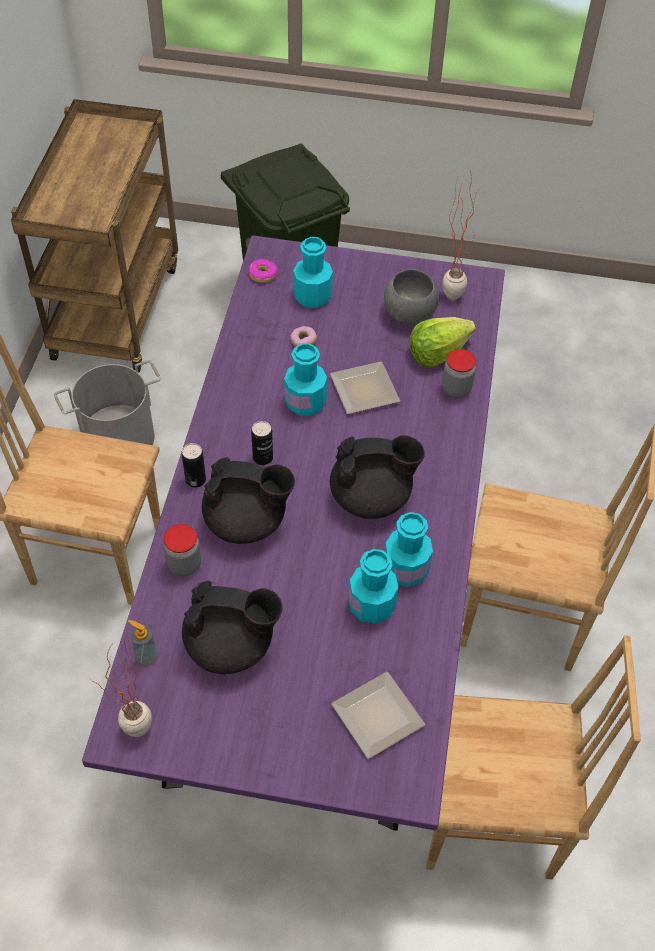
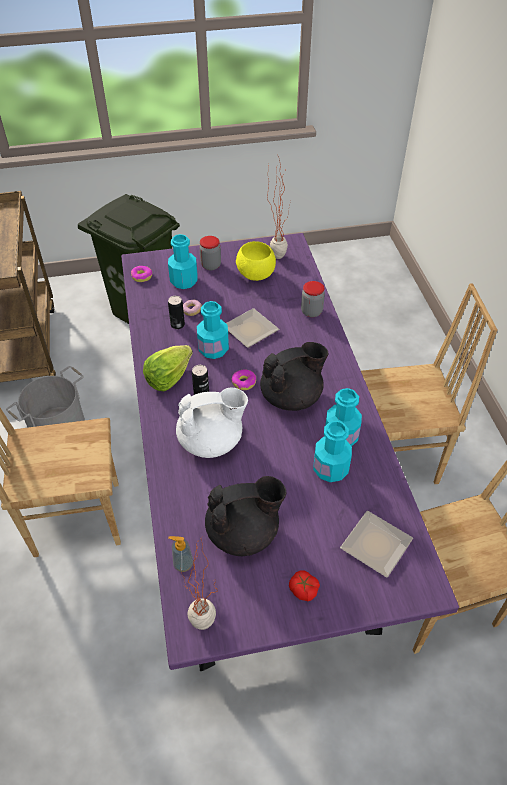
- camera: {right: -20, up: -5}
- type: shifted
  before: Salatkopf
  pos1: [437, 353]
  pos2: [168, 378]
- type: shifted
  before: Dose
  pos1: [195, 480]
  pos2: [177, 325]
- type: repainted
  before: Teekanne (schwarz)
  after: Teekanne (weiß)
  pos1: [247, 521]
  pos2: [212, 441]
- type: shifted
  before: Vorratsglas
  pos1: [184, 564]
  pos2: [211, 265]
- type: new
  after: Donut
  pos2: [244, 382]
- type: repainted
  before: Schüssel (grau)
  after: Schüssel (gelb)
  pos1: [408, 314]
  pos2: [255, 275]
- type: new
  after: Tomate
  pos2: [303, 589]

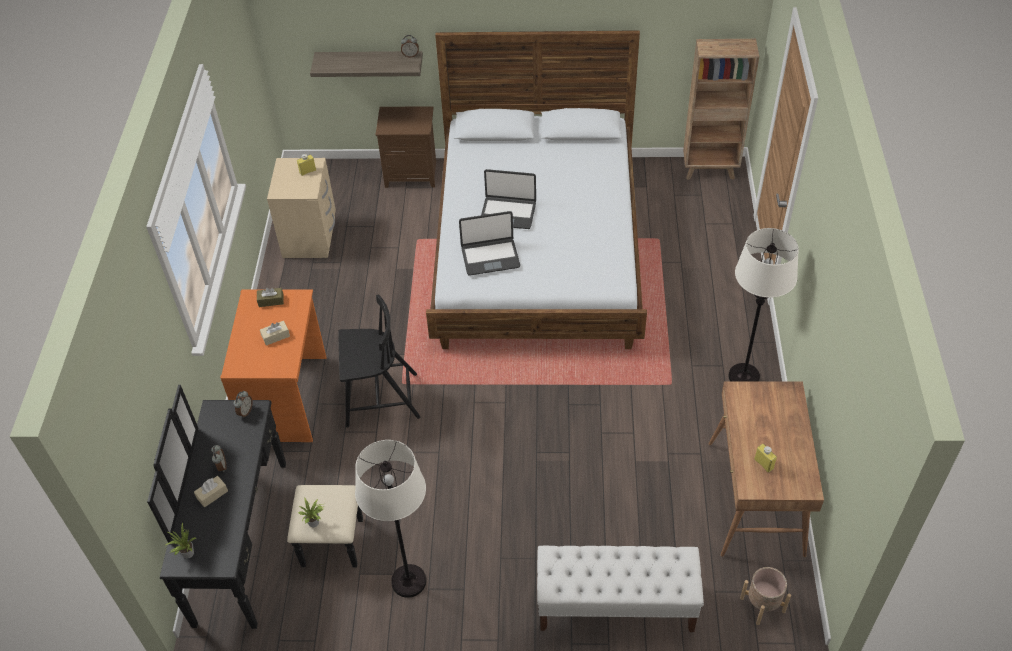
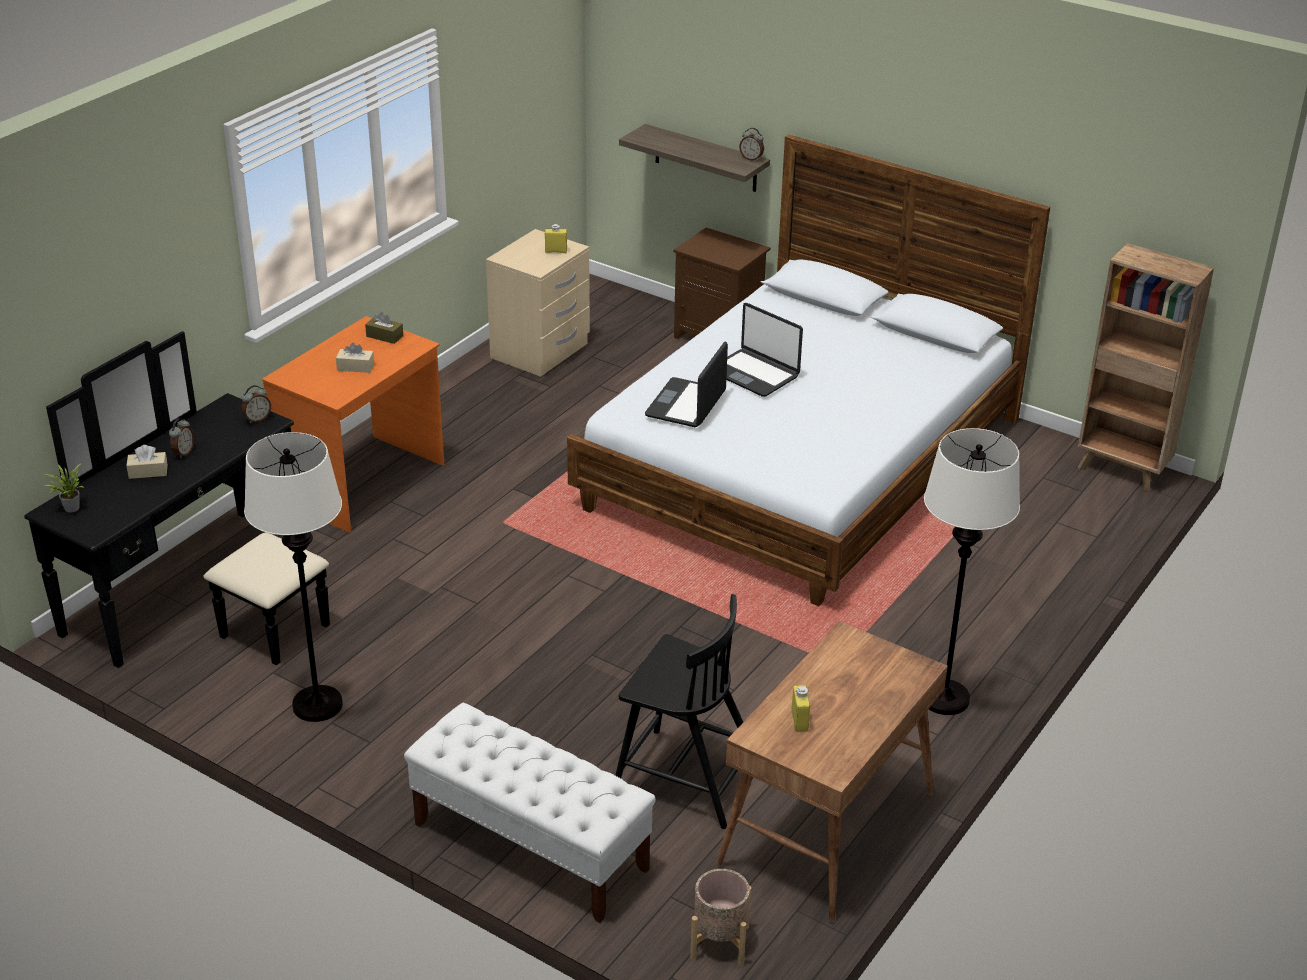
- camera: {right: 30, up: -15}
- type: shifted
  before: Stuhl (schwarz)
  pos1: [379, 399]
  pos2: [685, 778]
- type: rotated
  before: Laptop
  pos1: [490, 257]
  pos2: [686, 404]
  turn: 90
- type: gone
  before: Topfpflanze
  pos1: [315, 523]

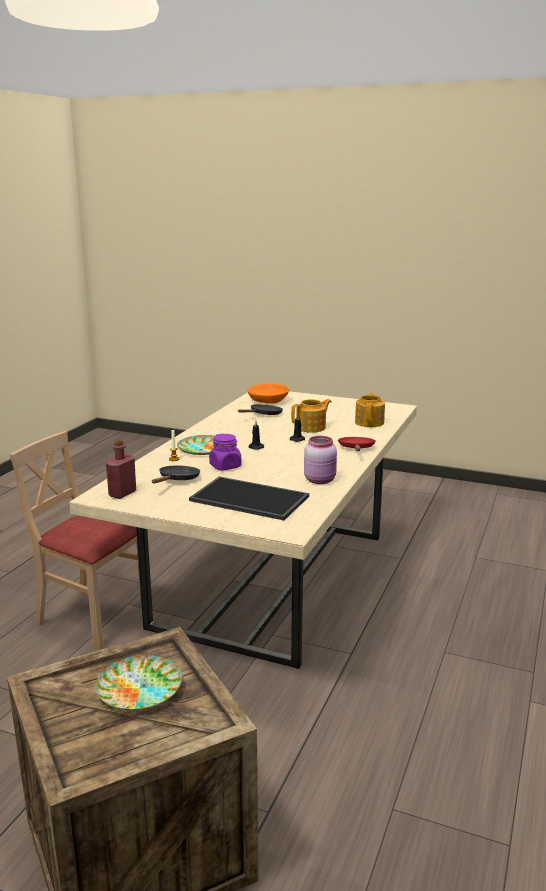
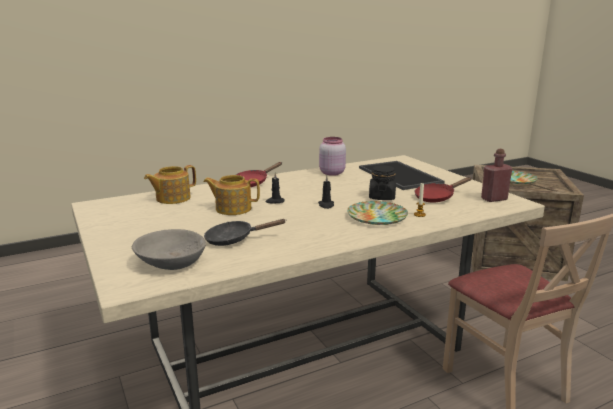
- camera: {right: -140, up: 0}
- type: repainted
  before: Schüssel (orange)
  after: Schüssel (grau)
  pos1: [268, 401]
  pos2: [171, 262]
- type: repainted
  before: Vorratsglas (lila)
  after: Vorratsglas (schwarz)
  pos1: [225, 466]
  pos2: [382, 197]
- type: repainted
  before: Pfanne (schwarz)
  after: Pfanne (rot)
  pos1: [177, 480]
  pos2: [437, 197]

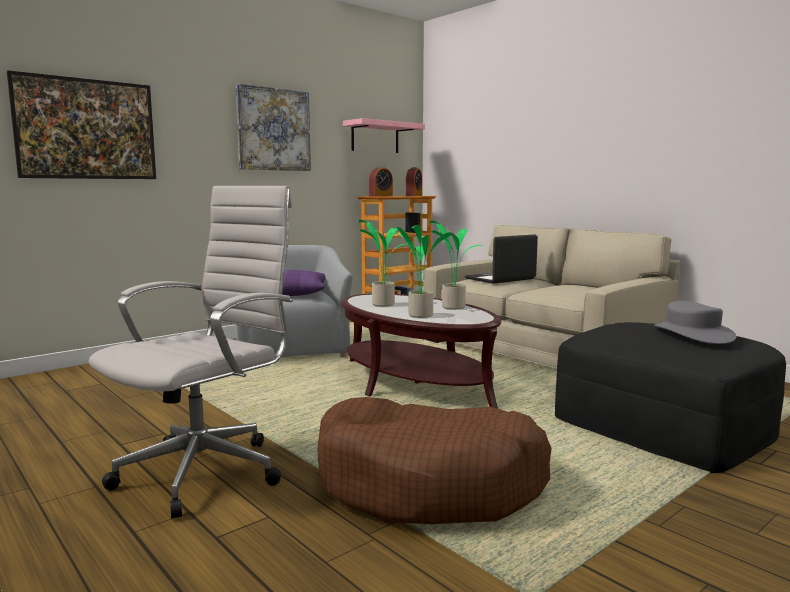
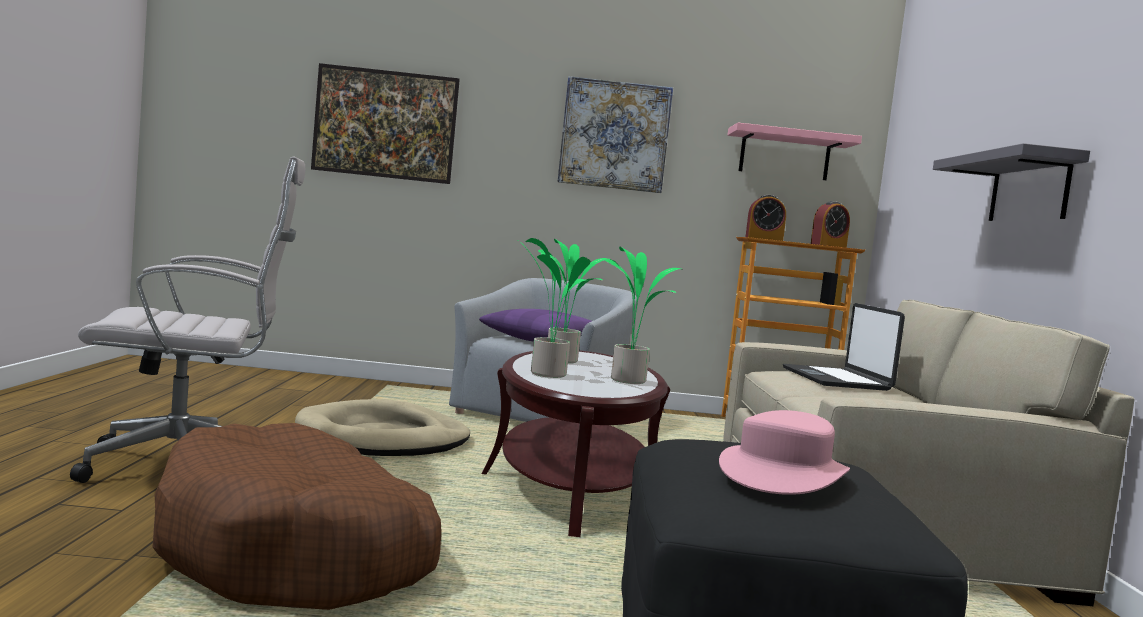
- camera: {right: 40, up: -5}
- type: new
  after: Hundebett (beige)
  pos2: [383, 438]
- type: repainted
  before: Hut (grau)
  after: Hut (rosa)
  pos1: [692, 334]
  pos2: [783, 474]
- type: rotated
  before: Laptop
  pos1: [500, 279]
  pos2: [837, 379]
  turn: -105
- type: new
  after: Wandregal (grau)
  pos2: [1029, 189]

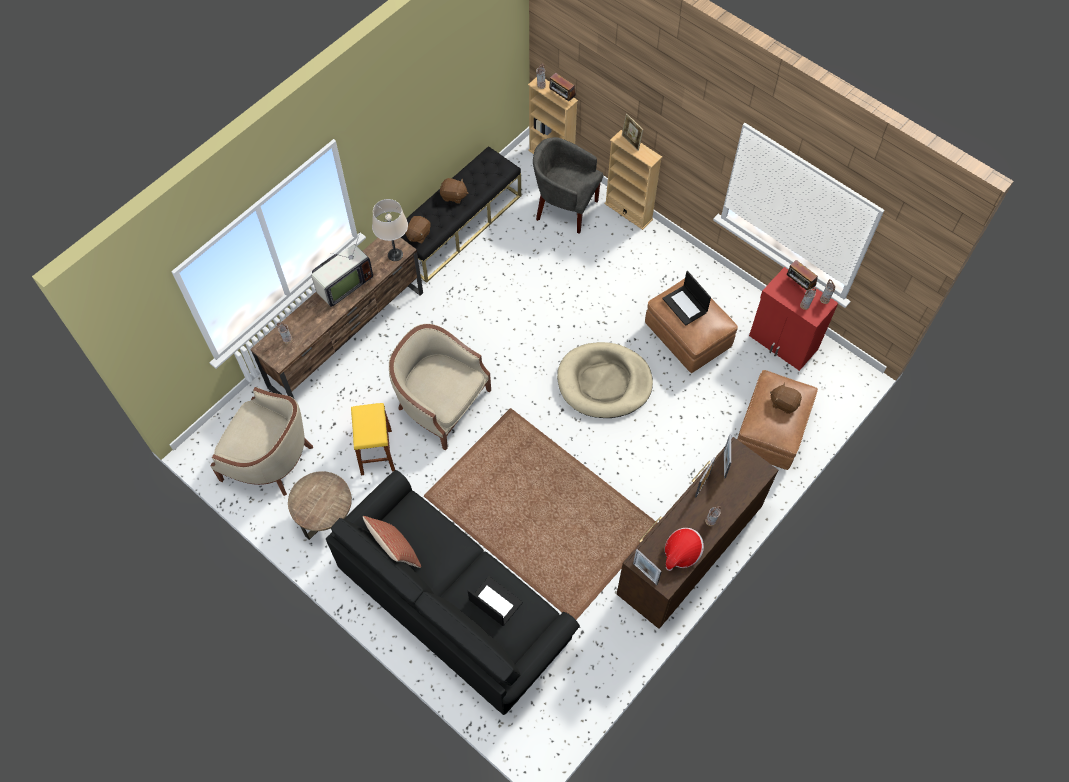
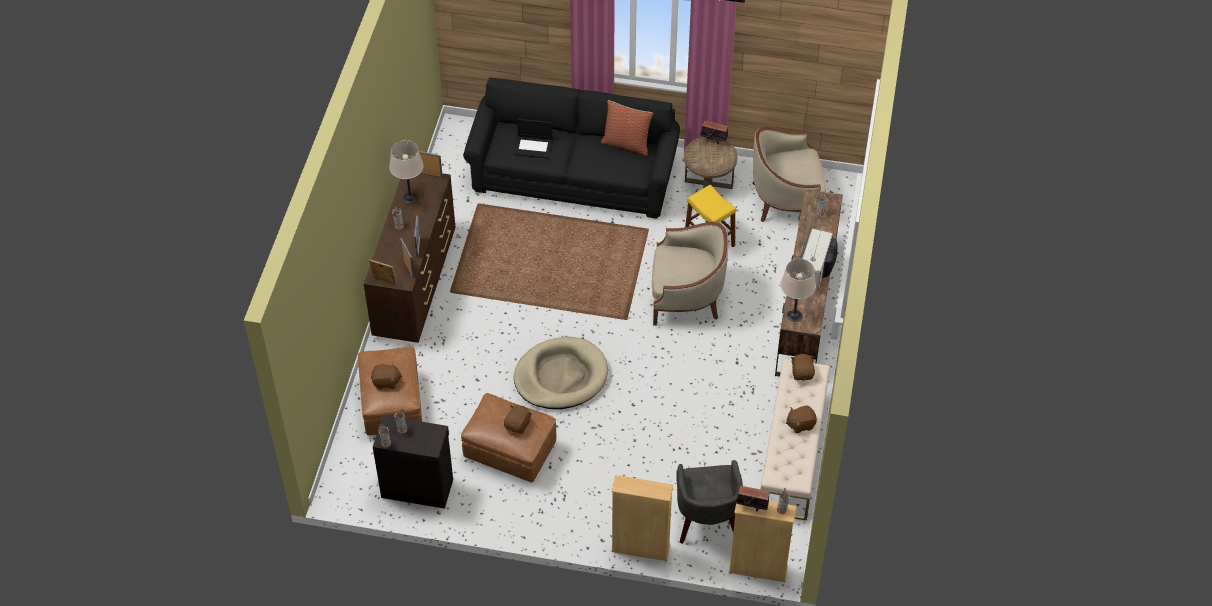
- camera: {right: 150, up: -10}
- type: shifted
  before: Bilderrahmen
  pos1: [631, 142]
  pos2: [384, 281]
- type: repainted
  before: Schrank (rot)
  after: Schrank (schwarz)
  pos1: [783, 343]
  pos2: [417, 487]
- type: swapped
  before: Hut
  after: Tischlampe (beige)
  pos1: [681, 553]
  pos2: [410, 198]
- type: swapped
  before: Laptop
  after: Plüschtier (braun)
  pos1: [685, 305]
  pos2: [518, 425]
- type: rotated
  before: Sessel (grau)
  pos1: [564, 207]
  pos2: [706, 521]
  turn: 90
- type: shifted
  before: Radio
  pos1: [799, 285]
  pos2: [713, 140]
- type: repainted
  before: Bank (schwarz)
  after: Bank (beige)
  pos1: [459, 226]
  pos2: [792, 452]

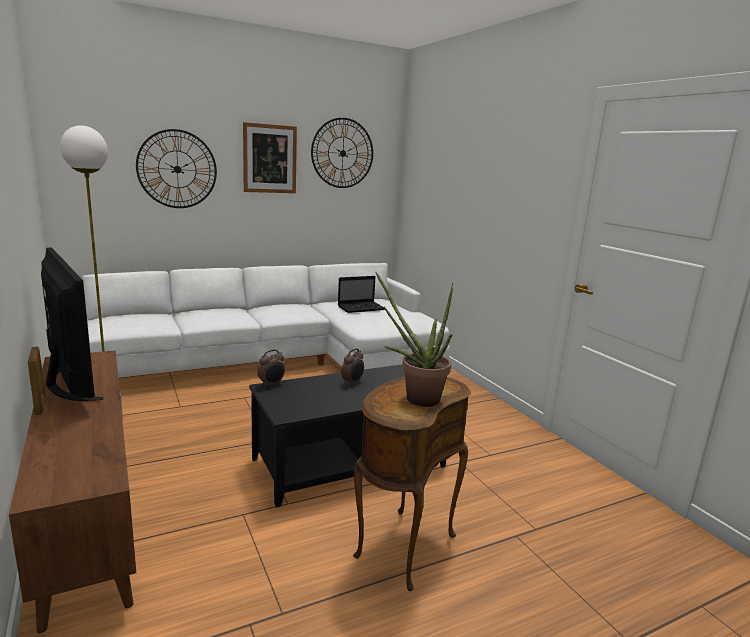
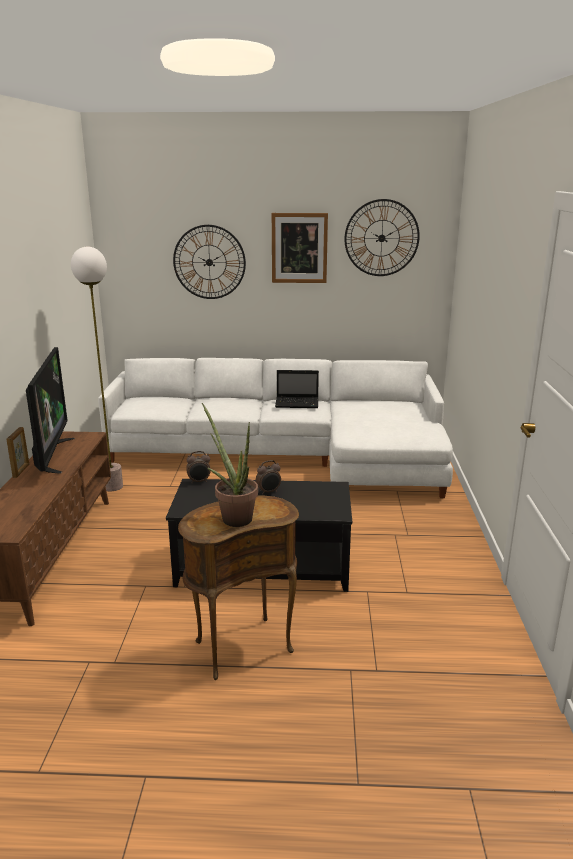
- camera: {right: 30, up: 5}
- type: shifted
  before: Laptop
  pos1: [362, 308]
  pos2: [298, 403]

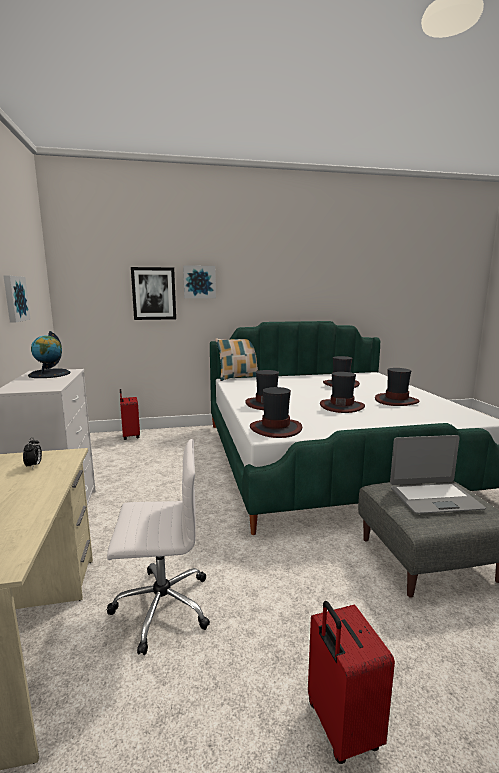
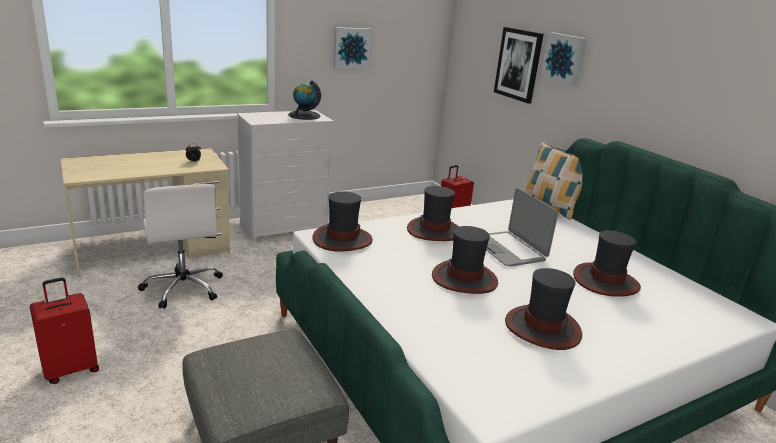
- camera: {right: 70, up: 10}
- type: shifted
  before: Laptop
  pos1: [434, 498]
  pos2: [508, 249]

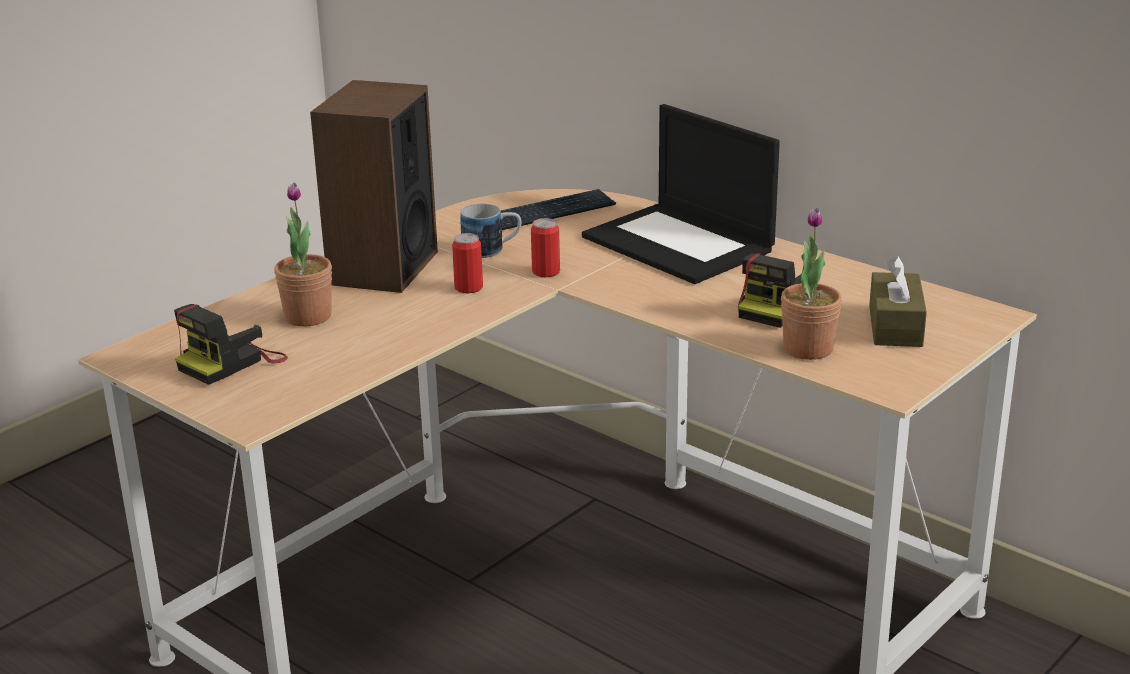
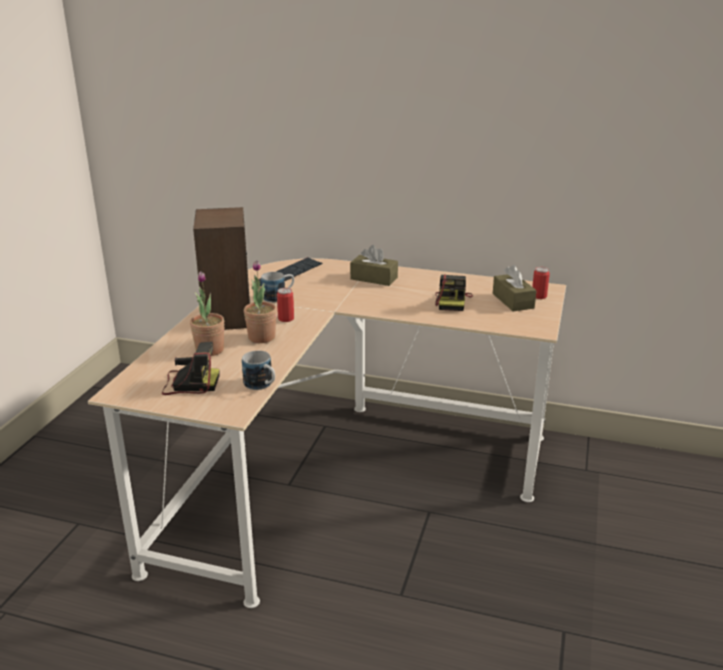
- camera: {right: -25, up: 0}
- type: rotated
  before: Kamera
  pos1: [231, 362]
  pos2: [189, 383]
  turn: -105
- type: new
  after: Henkelbecher
  pos2: [262, 385]
- type: shifted
  before: Topfpflanze
  pos1: [808, 349]
  pos2: [261, 337]
- type: swapped
  before: Laptop
  after: Taschentuchbox (braun)
  pos1: [680, 244]
  pos2: [374, 278]
- type: shifted
  before: Dose
  pos1: [546, 272]
  pos2: [539, 296]

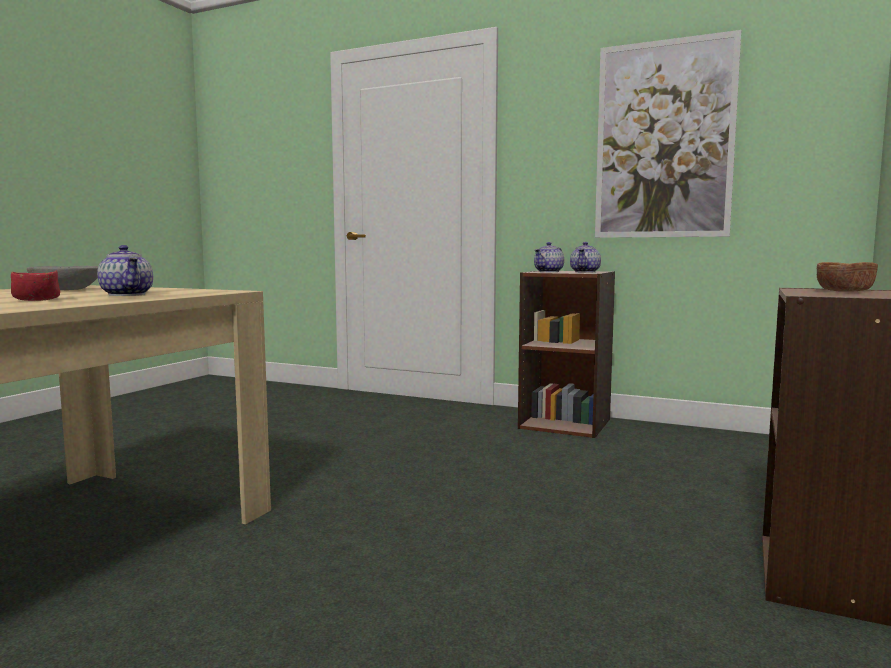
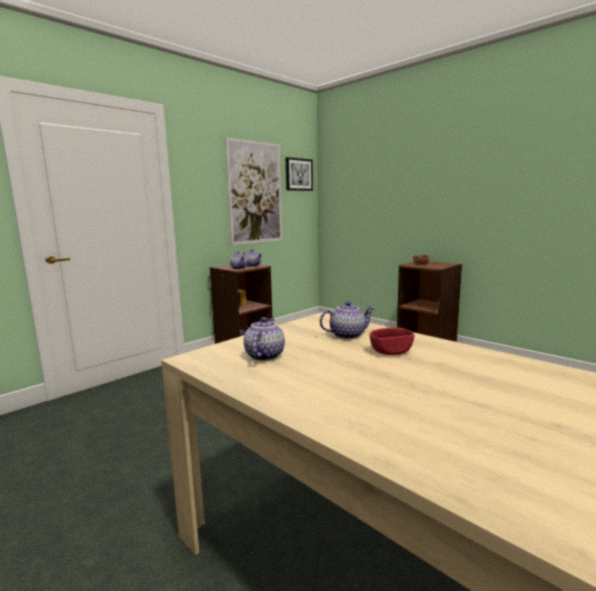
- camera: {right: -70, up: 5}
- type: swapped
  before: Schüssel (grau)
  after: Teekanne
  pos1: [67, 289]
  pos2: [263, 356]
- type: new
  after: Bild
  pos2: [298, 174]

